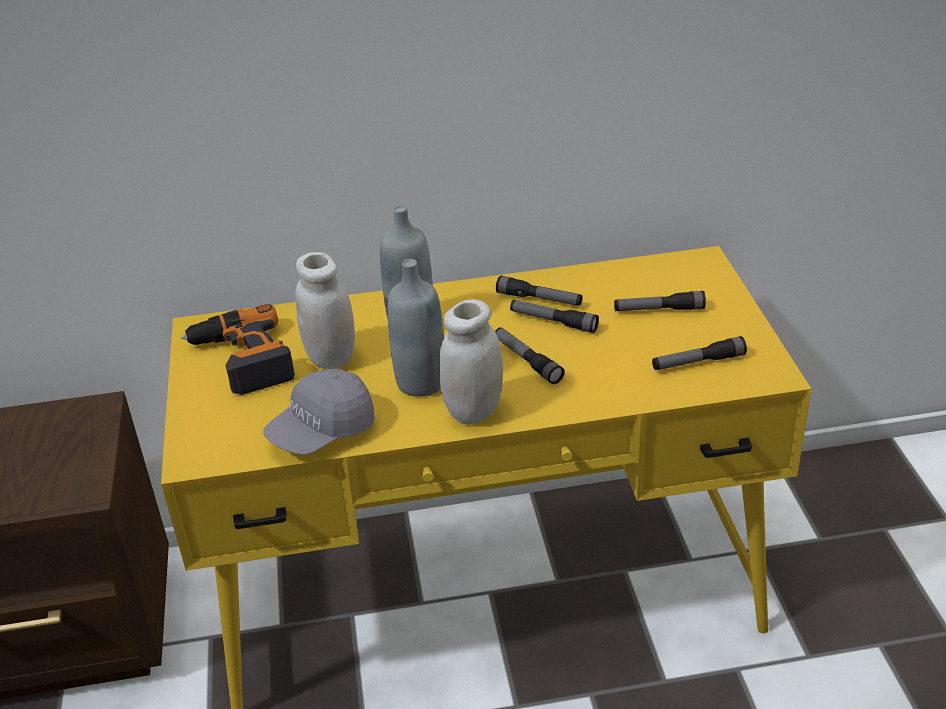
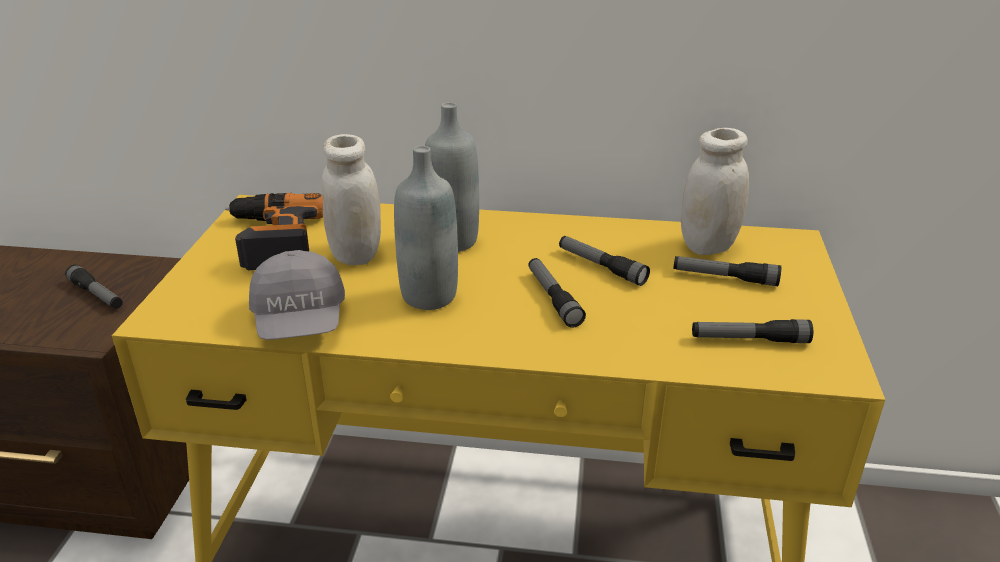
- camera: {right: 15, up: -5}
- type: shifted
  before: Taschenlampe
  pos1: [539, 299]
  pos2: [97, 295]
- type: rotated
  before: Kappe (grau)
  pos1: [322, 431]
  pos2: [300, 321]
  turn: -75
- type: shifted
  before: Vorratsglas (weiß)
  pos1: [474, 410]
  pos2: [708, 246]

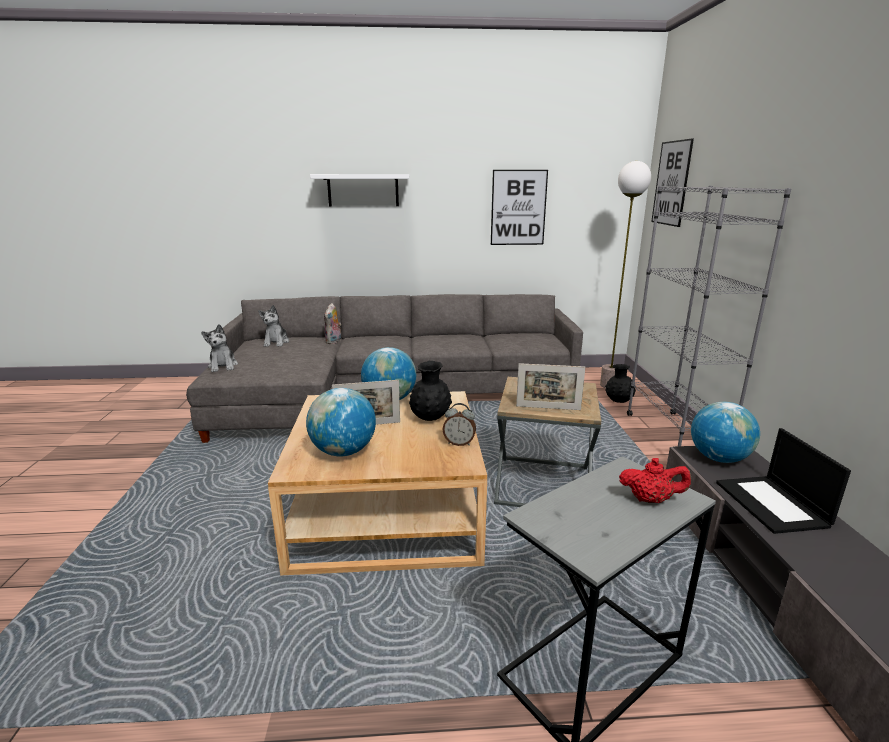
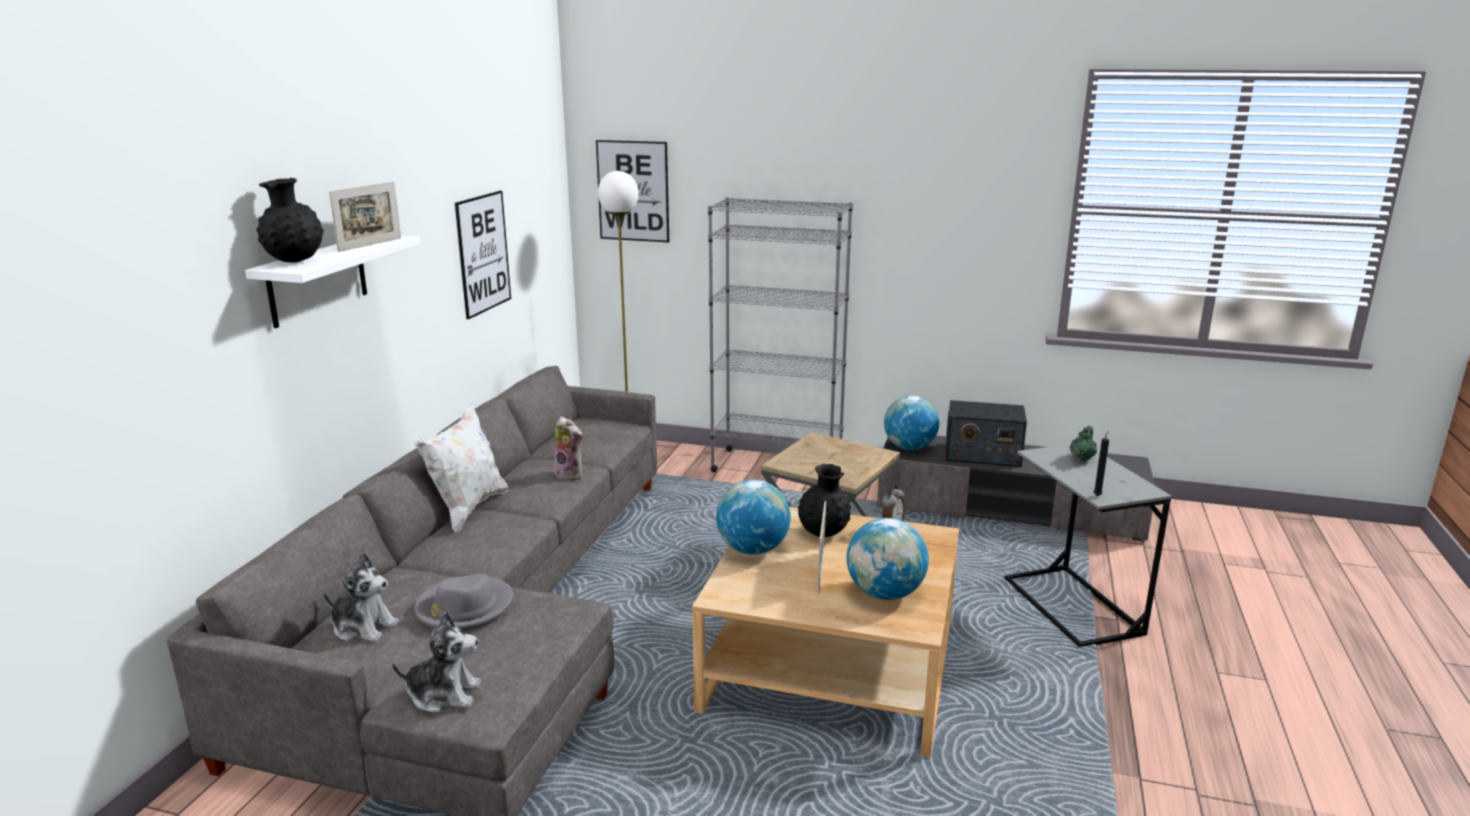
- camera: {right: -70, up: 0}
- type: shifted
  before: Vase (schwarz)
  pos1: [618, 401]
  pos2: [295, 262]
- type: shifted
  before: Bilderrahmen
  pos1: [548, 408]
  pos2: [370, 244]
- type: new
  after: Kissen (weiß)
  pos2: [468, 509]
- type: new
  after: Hut (grau)
  pos2: [464, 608]
- type: shifted
  before: Plüschtier
  pos1: [334, 341]
  pos2: [571, 474]
- type: swapped
  before: Laptop
  after: Radio
  pos1: [772, 504]
  pos2: [982, 454]
- type: repainted
  before: Teekanne (rot)
  after: Teekanne (grün)
  pos1: [651, 499]
  pos2: [1082, 458]
- type: new
  after: Kerze (schwarz)
  pos2: [1098, 495]

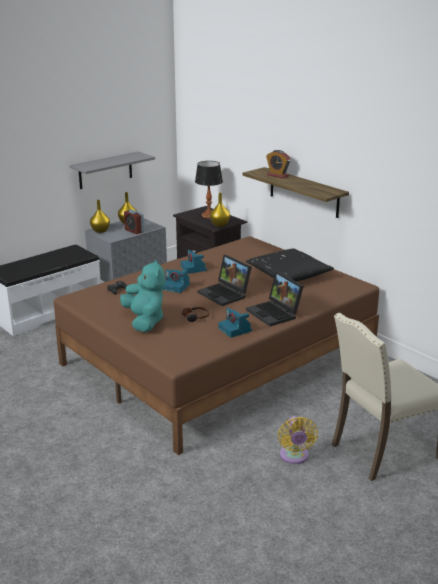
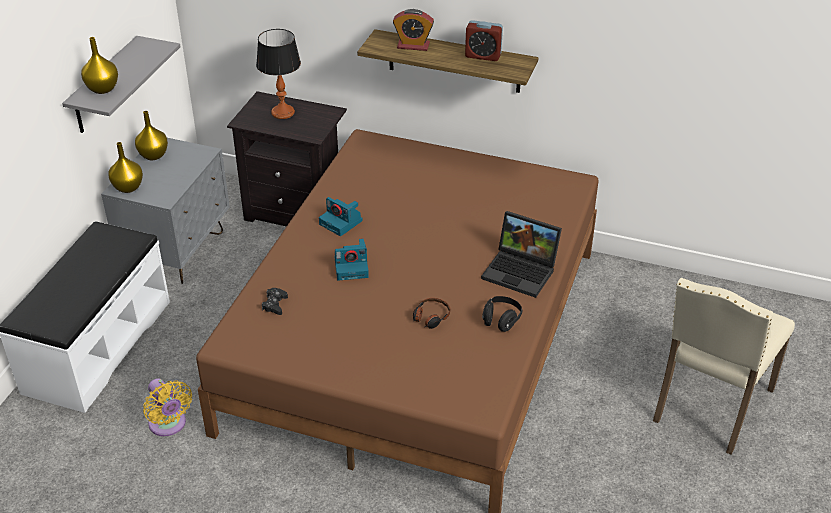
- camera: {right: -30, up: 15}
- type: shifted
  before: Vase (gelb)
  pos1: [219, 225]
  pos2: [102, 89]
- type: shifted
  before: Ventilator (gelb)
  pos1: [294, 457]
  pos2: [169, 425]
- type: shifted
  before: Wecker
  pos1: [134, 231]
  pos2: [483, 56]
- type: swapped
  before: Kamera
  after: Kopfhörer (schwarz)
  pos1: [235, 330]
  pos2: [501, 320]
- type: gone
  before: Plüschtier (türkis)
  pos1: [145, 321]
- type: gone
  before: Laptop
  pos1: [225, 294]
- type: gone
  before: Kissen (schwarz)
  pos1: [288, 275]

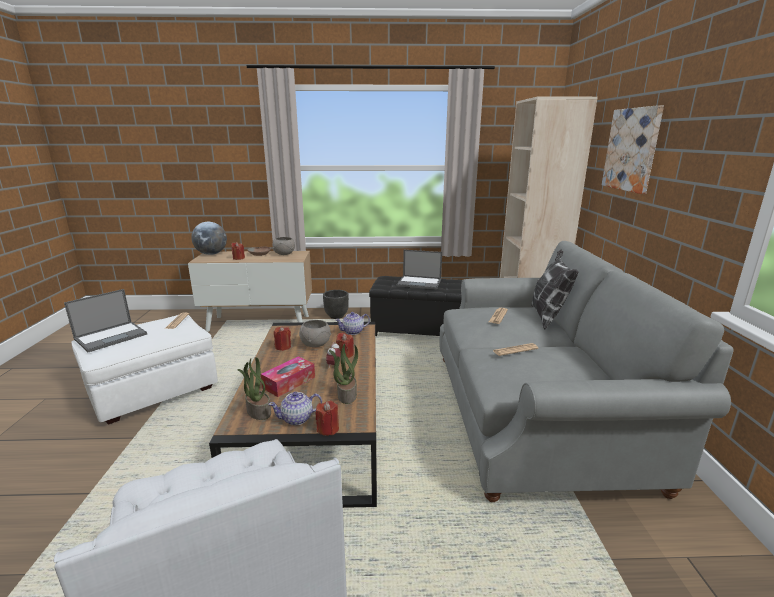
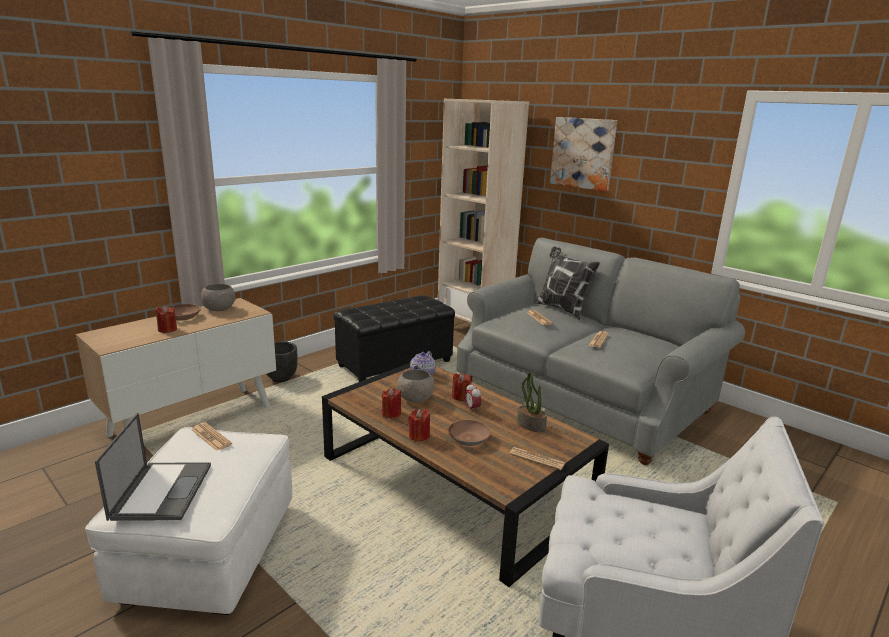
- camera: {right: -45, up: 0}
- type: shifted
  before: Kerze (rot)
  pos1: [328, 429]
  pos2: [419, 436]
- type: swapped
  before: Taschentuchbox
  after: Schüssel (braun)
  pos1: [289, 382]
  pos2: [468, 438]
- type: swapped
  before: Teekanne
  after: Zeitung
  pos1: [297, 419]
  pos2: [537, 459]
- type: gone
  before: Globus
  pos1: [211, 254]
- type: gone
  before: Topfpflanze
  pos1: [258, 411]
- type: gone
  before: Laptop
  pos1: [420, 283]

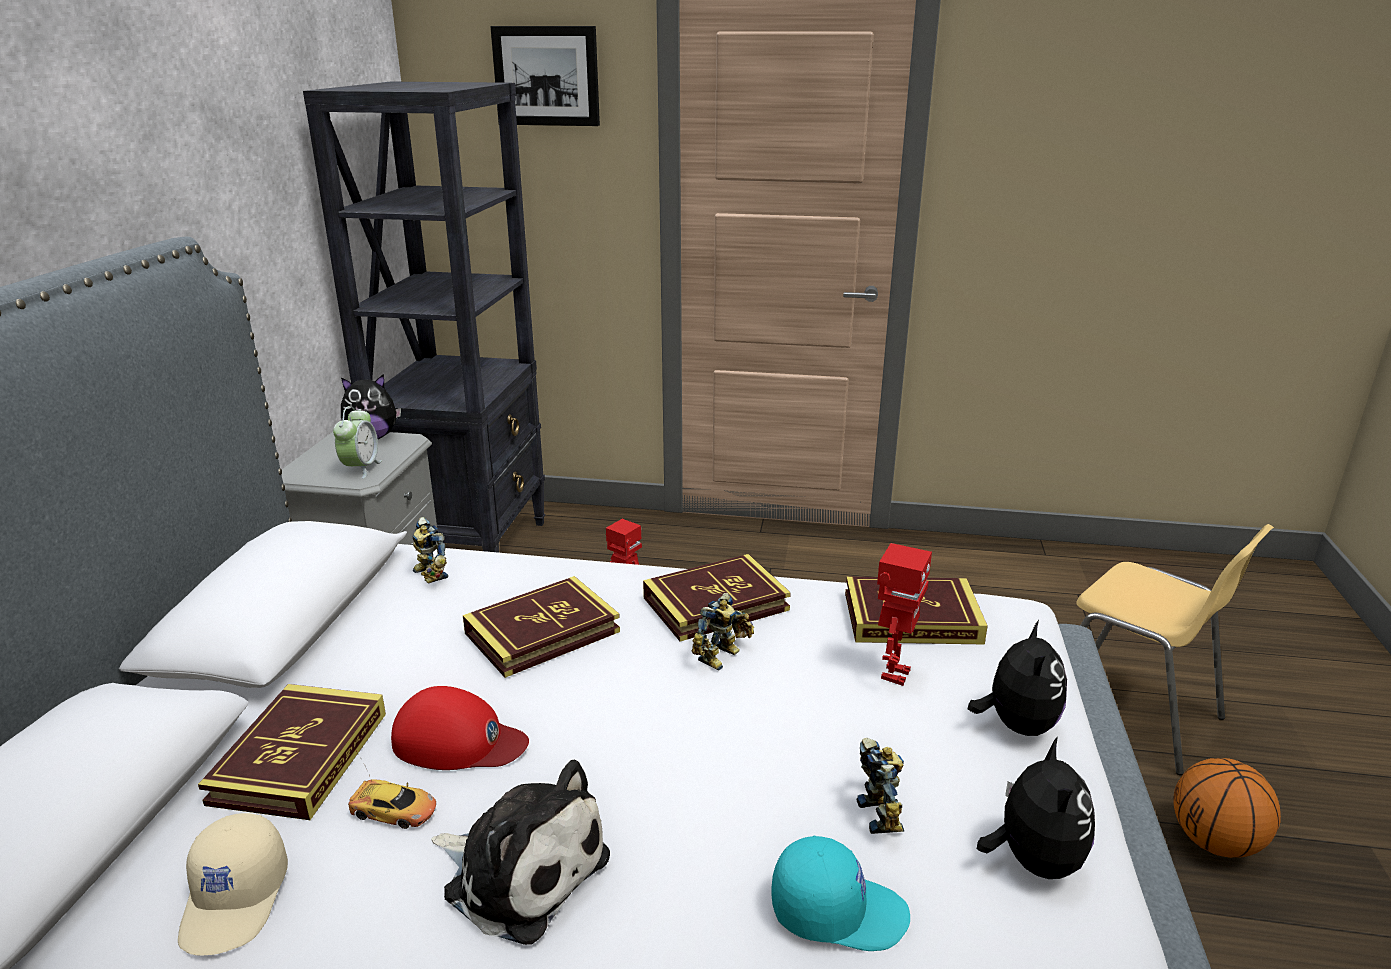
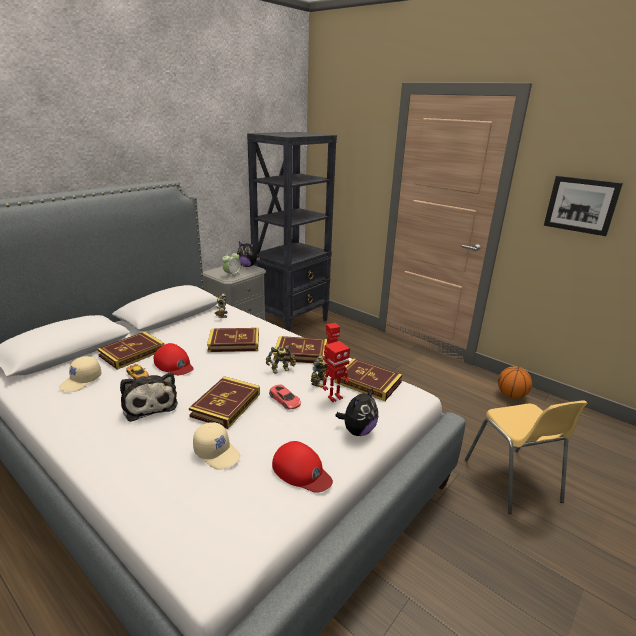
- camera: {right: 30, up: 0}
- type: new
  after: Buch
  pos2: [226, 405]
- type: repainted
  before: Kappe (türkis)
  after: Kappe (beige)
  pos1: [838, 910]
  pos2: [217, 453]
- type: new
  after: Spielzeugauto (rot)
  pos2: [285, 400]
- type: swapped
  before: Plüschtier
  after: Kappe (rot)
  pos1: [1032, 860]
  pos2: [301, 471]
- type: shifted
  before: Spielzeugroboter
  pos1: [883, 813]
  pos2: [321, 382]
- type: shifted
  before: Basketball
  pos1: [1214, 842]
  pos2: [511, 395]
- type: shifted
  before: Bild
  pos1: [547, 76]
  pos2: [581, 205]

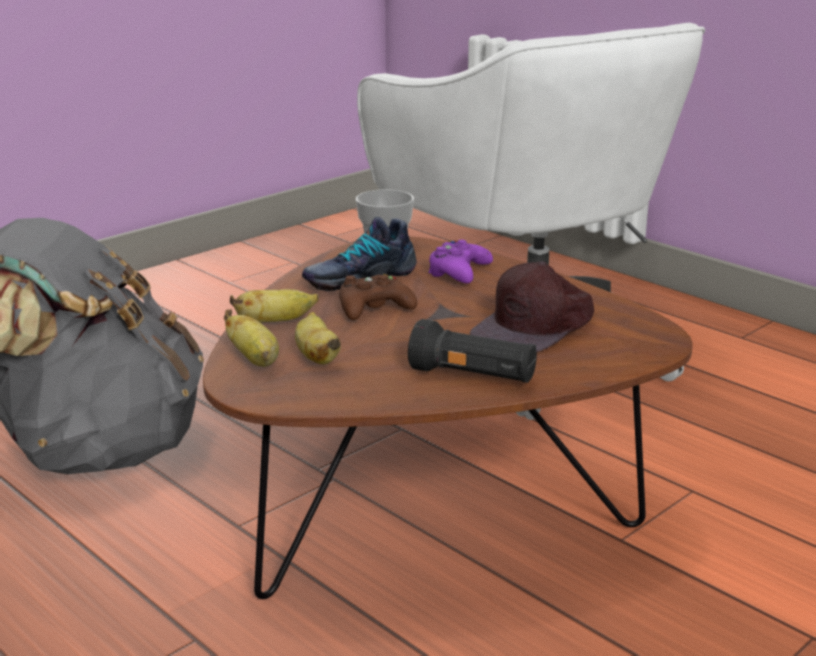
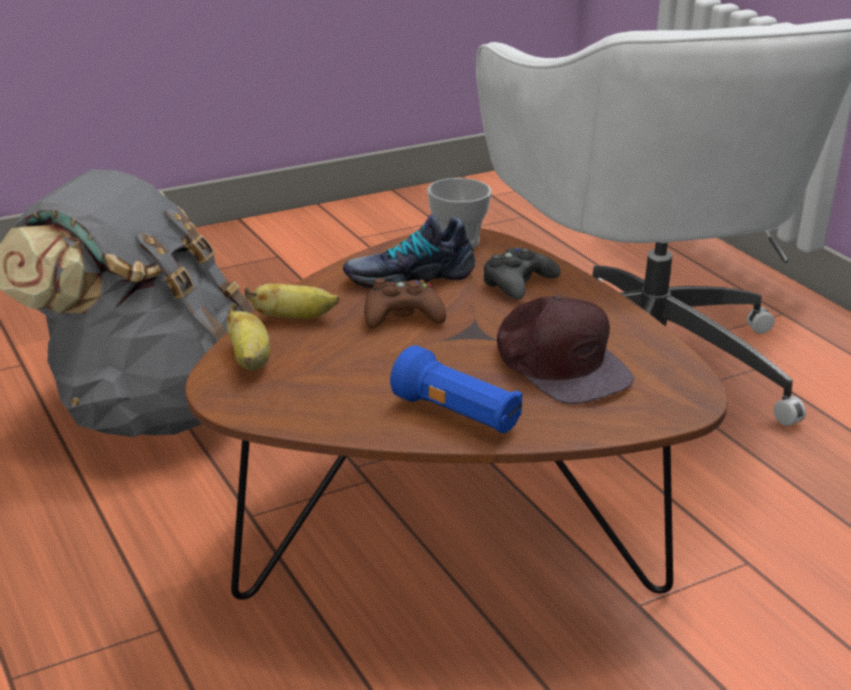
- camera: {right: 15, up: 5}
- type: repainted
  before: Taschenlampe (schwarz)
  after: Taschenlampe (blau)
  pos1: [473, 377]
  pos2: [457, 415]
- type: repainted
  before: Gamepad (lila)
  after: Gamepad (schwarz)
  pos1: [458, 272]
  pos2: [518, 283]
- type: rotated
  before: Kappe (braun)
  pos1: [536, 327]
  pos2: [560, 364]
  turn: -90
- type: gone
  before: Banane
  pos1: [317, 357]

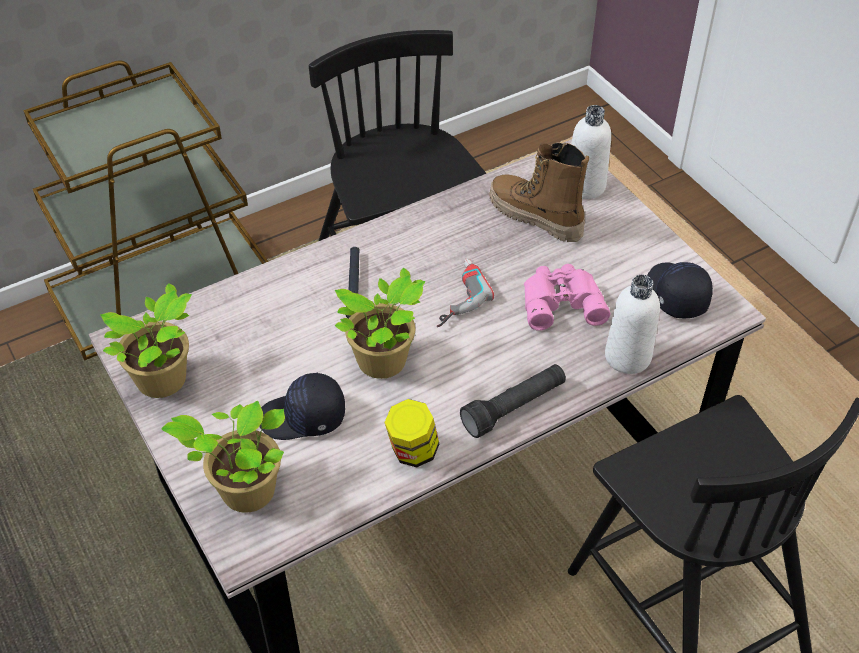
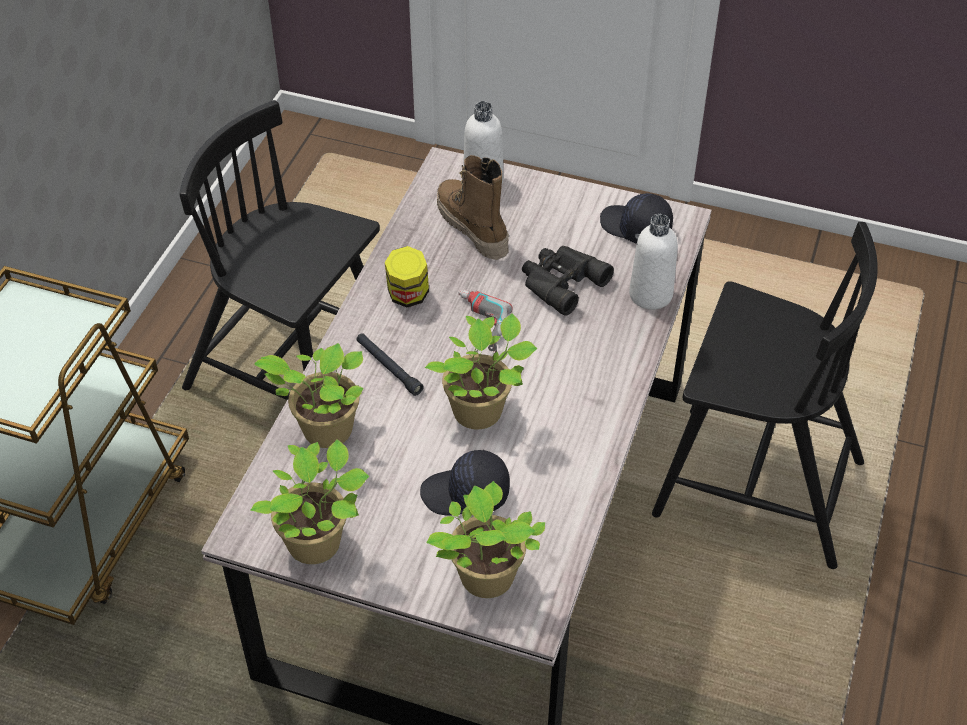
- camera: {right: -40, up: 0}
- type: new
  after: Topfpflanze
  pos2: [323, 431]
- type: shifted
  before: Vorratsglas
  pos1: [412, 452]
  pos2: [408, 296]
- type: rotated
  before: Kappe (schwarz)
  pos1: [303, 418]
  pos2: [466, 494]
  turn: 45
- type: rotated
  before: Stiefel
  pos1: [535, 217]
  pos2: [472, 228]
  turn: 60
- type: repainted
  before: Fernglas (rosa)
  after: Fernglas (schwarz)
  pos1: [560, 301]
  pos2: [560, 282]
- type: gone
  before: Taschenlampe (schwarz)
  pos1: [514, 408]

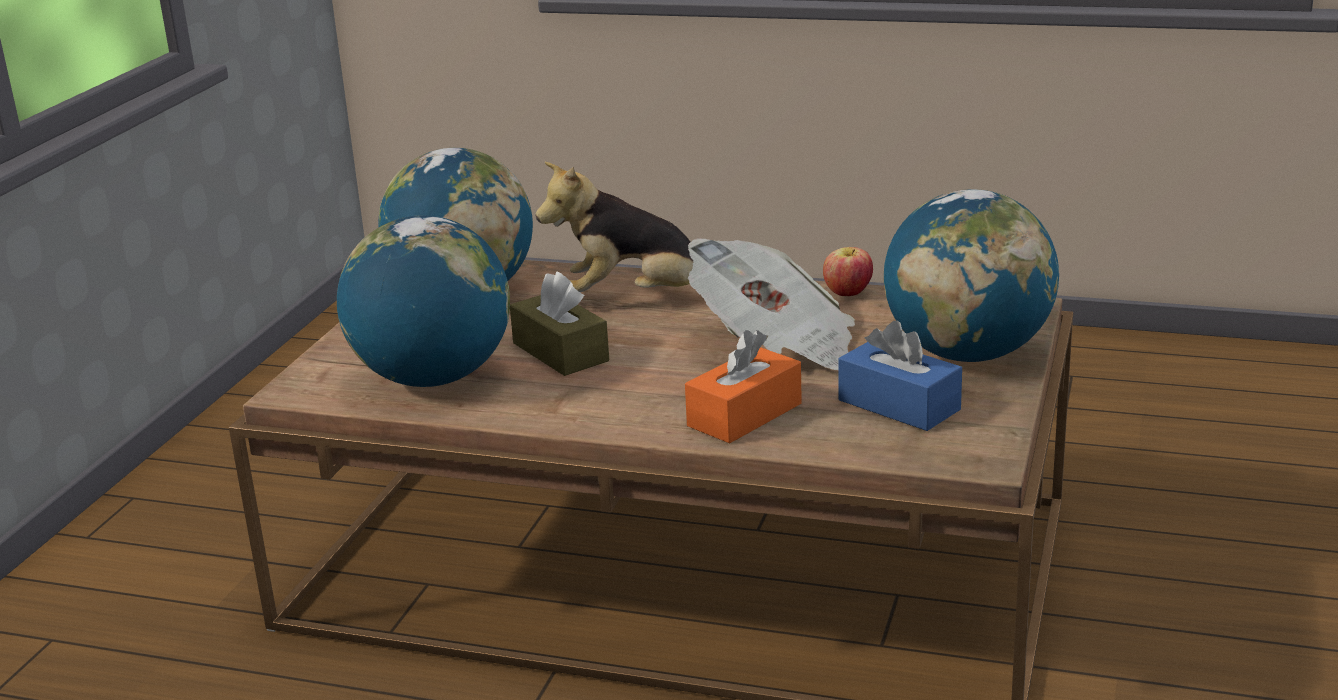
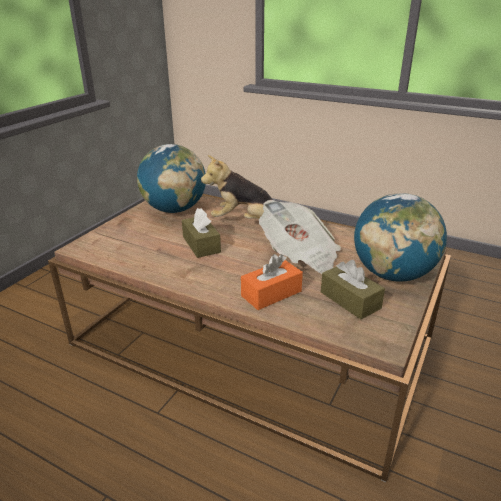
- camera: {right: 10, up: 5}
- type: repainted
  before: Taschentuchbox (blau)
  after: Taschentuchbox (braun)
  pos1: [899, 405]
  pos2: [350, 300]
- type: gone
  before: Globus
  pos1: [433, 378]
- type: gone
  before: Apfel
  pos1: [848, 293]

